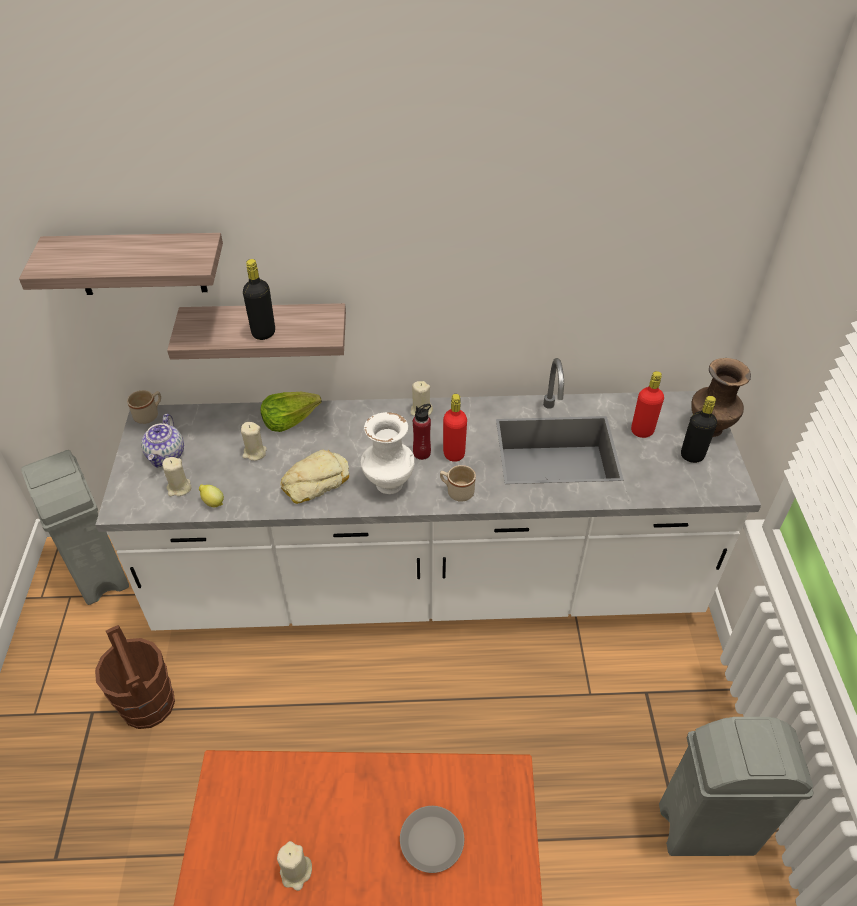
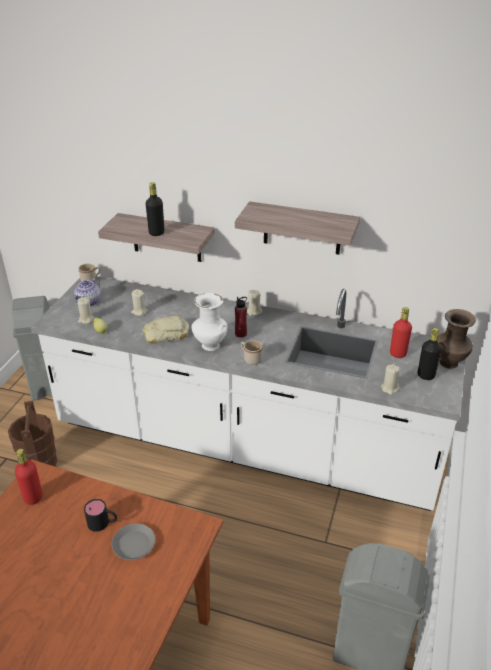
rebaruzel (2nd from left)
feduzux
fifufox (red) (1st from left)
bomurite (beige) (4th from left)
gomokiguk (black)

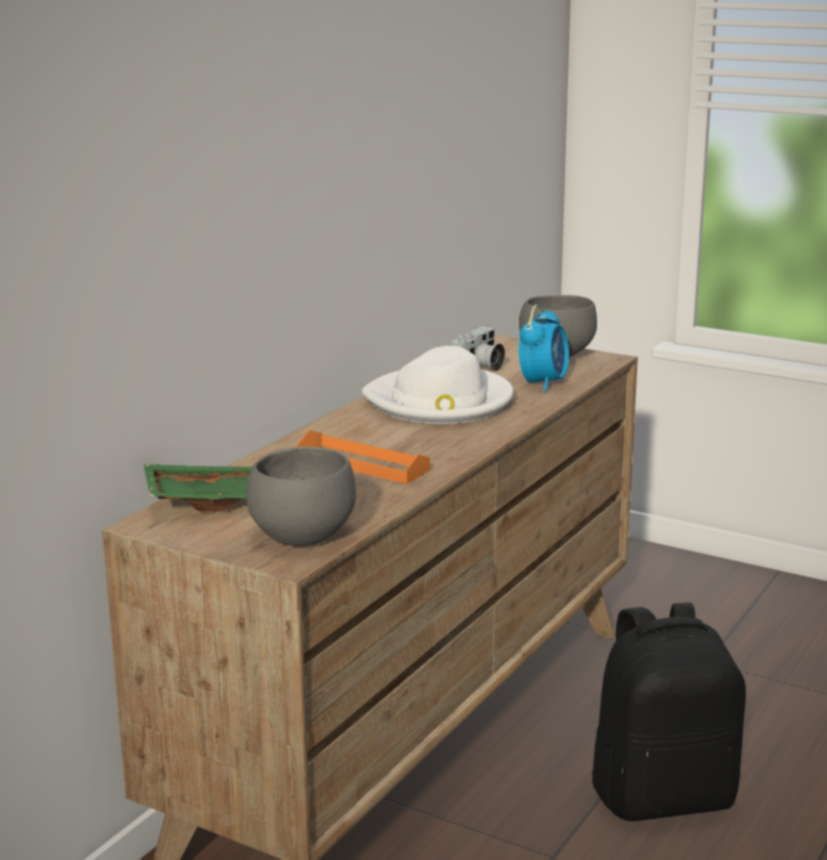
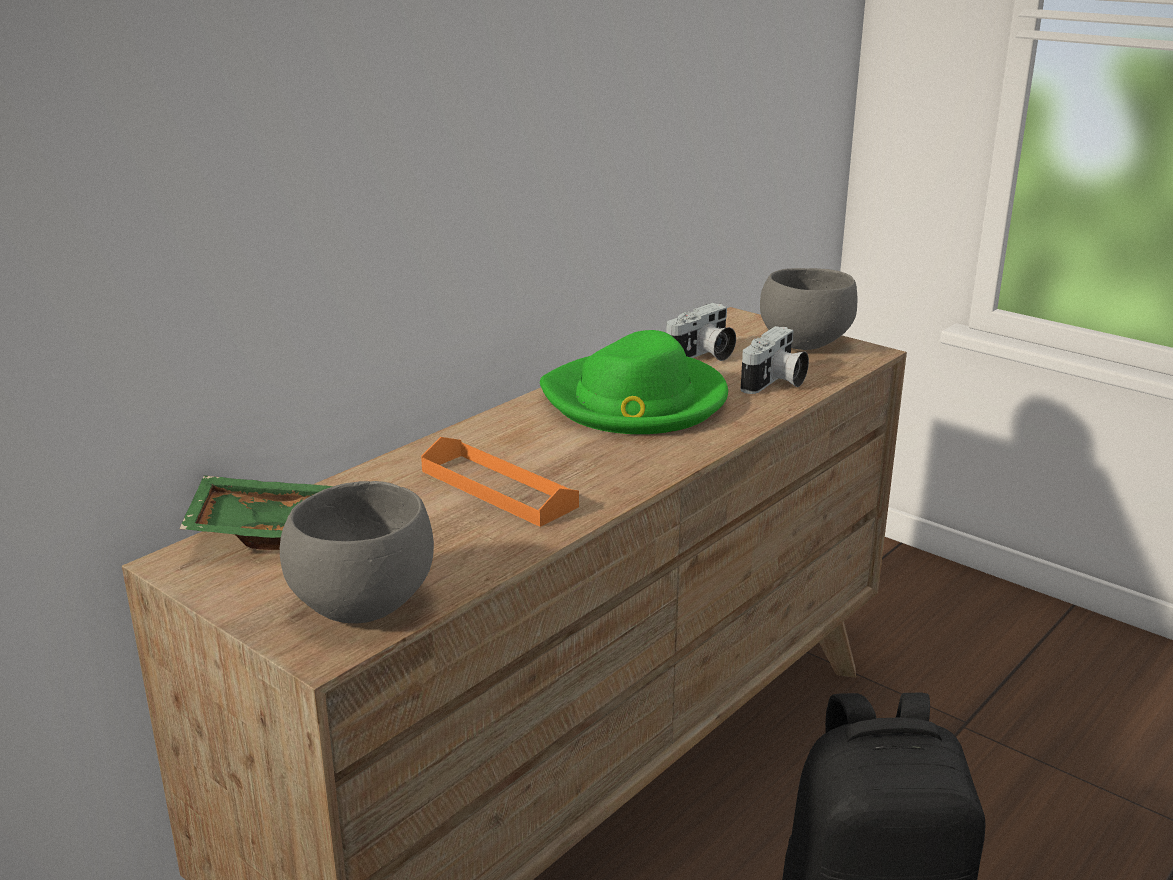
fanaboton (2nd from left)
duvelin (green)

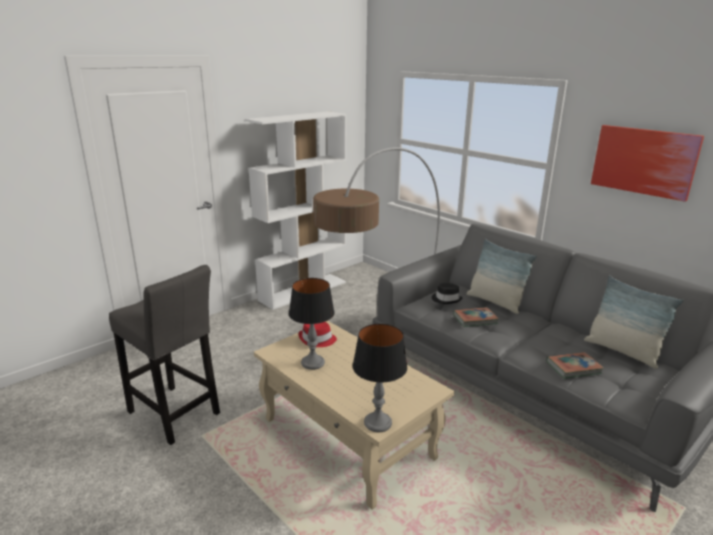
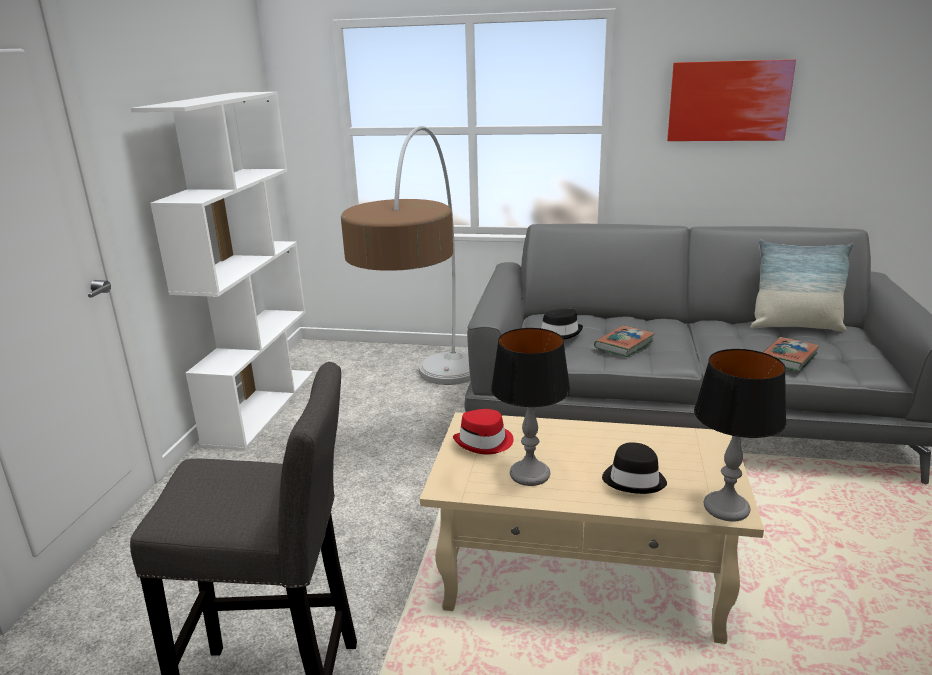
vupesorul (1st from left in the first image)
duvelin (black) (2nd from left)

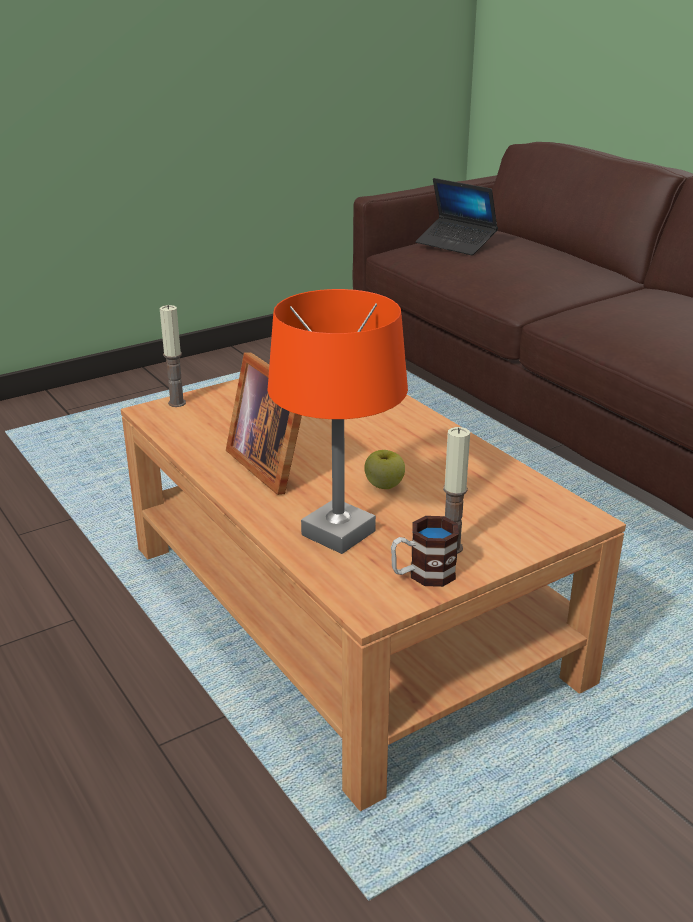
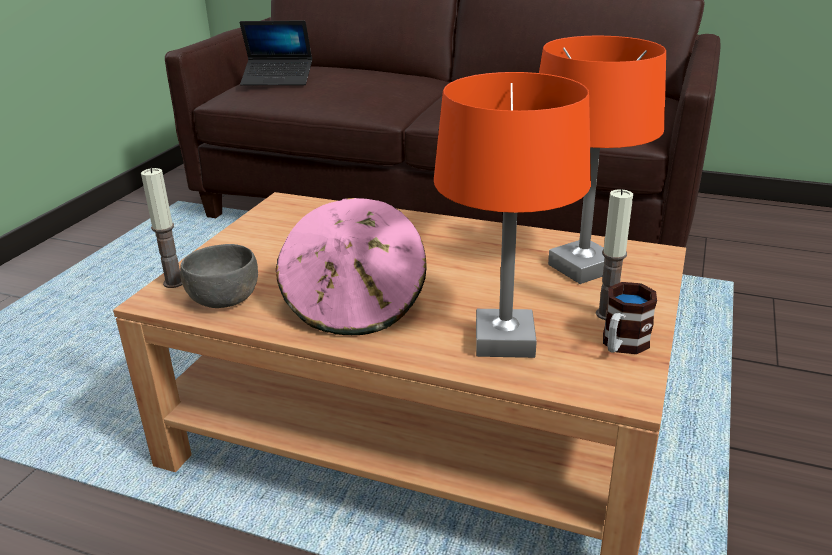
duvelin (pink)
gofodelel
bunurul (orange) (2nd from left)
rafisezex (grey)

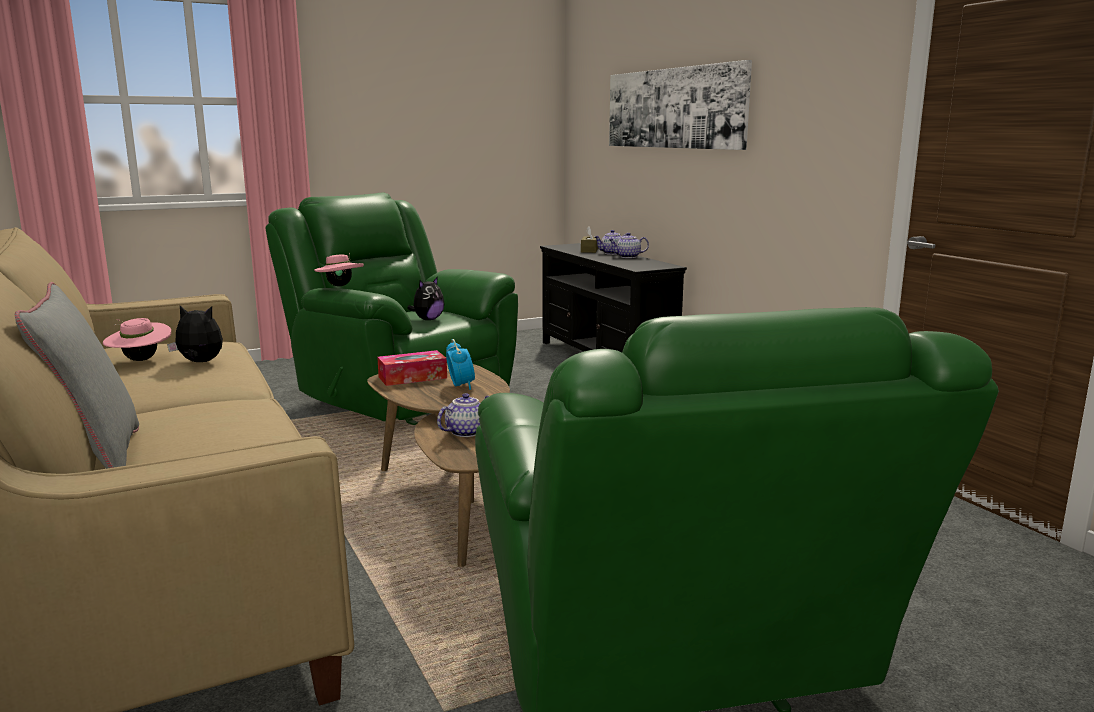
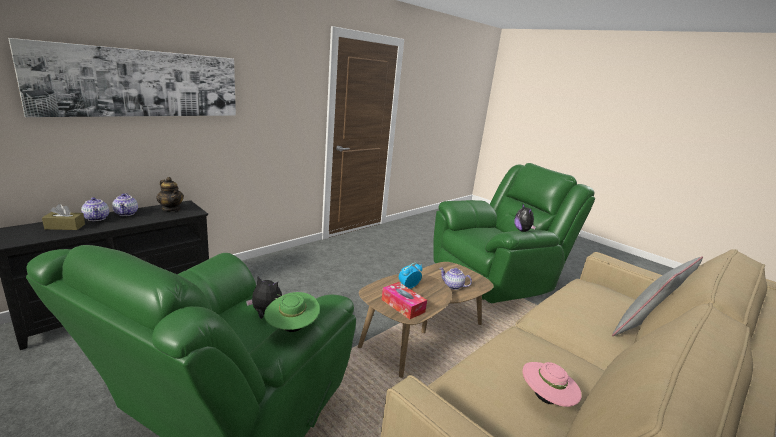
duvelin (green)
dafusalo (2nd from left)
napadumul (3rd from left)

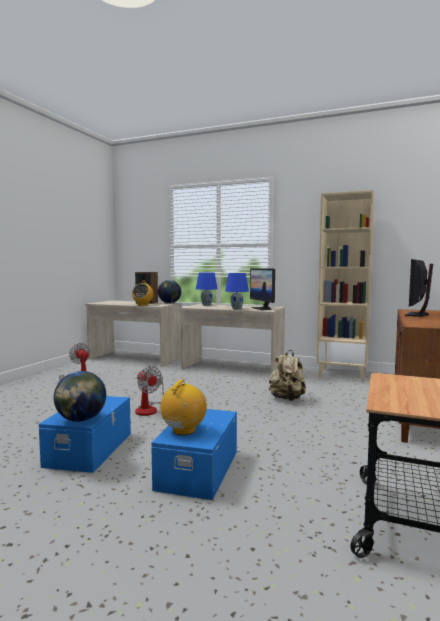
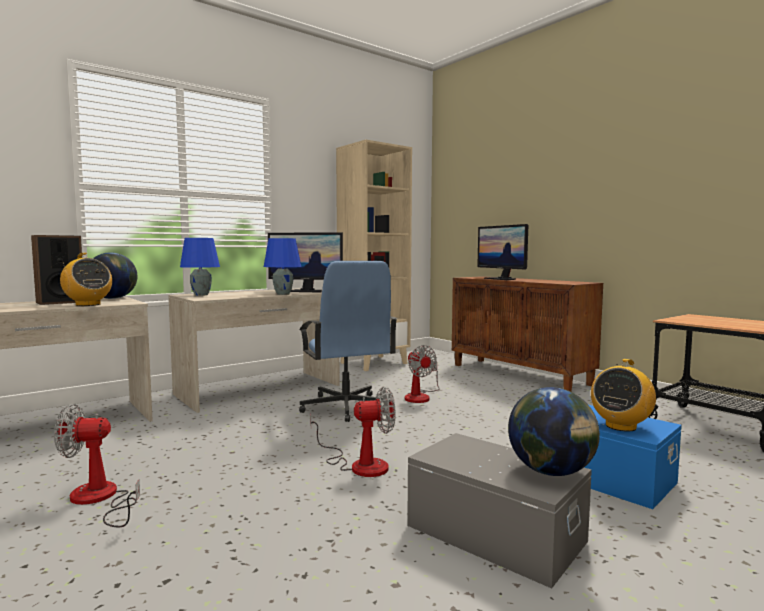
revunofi (3rd from left)
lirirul (2nd from left)
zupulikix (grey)
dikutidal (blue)

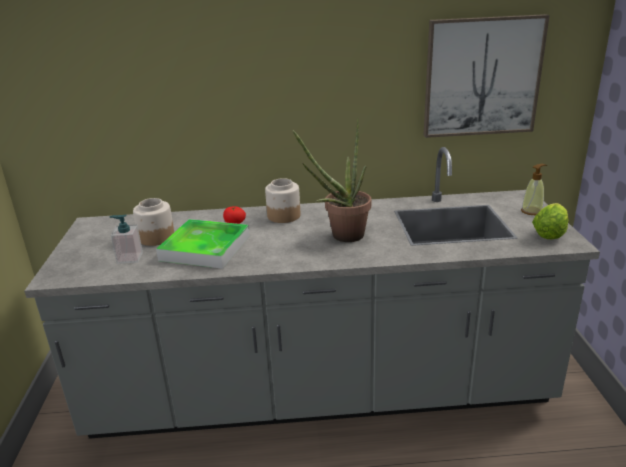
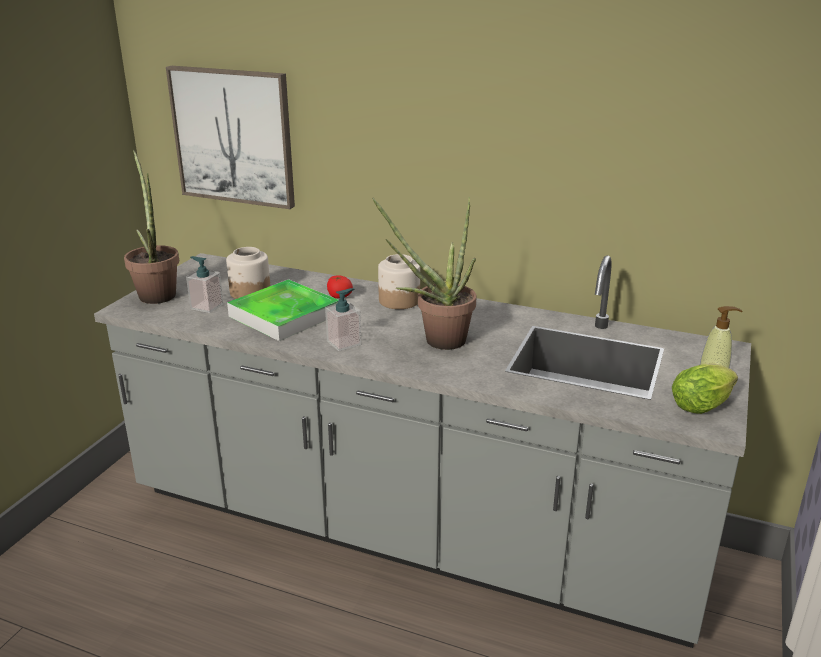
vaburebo
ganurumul (1st from left)
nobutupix (2nd from left)

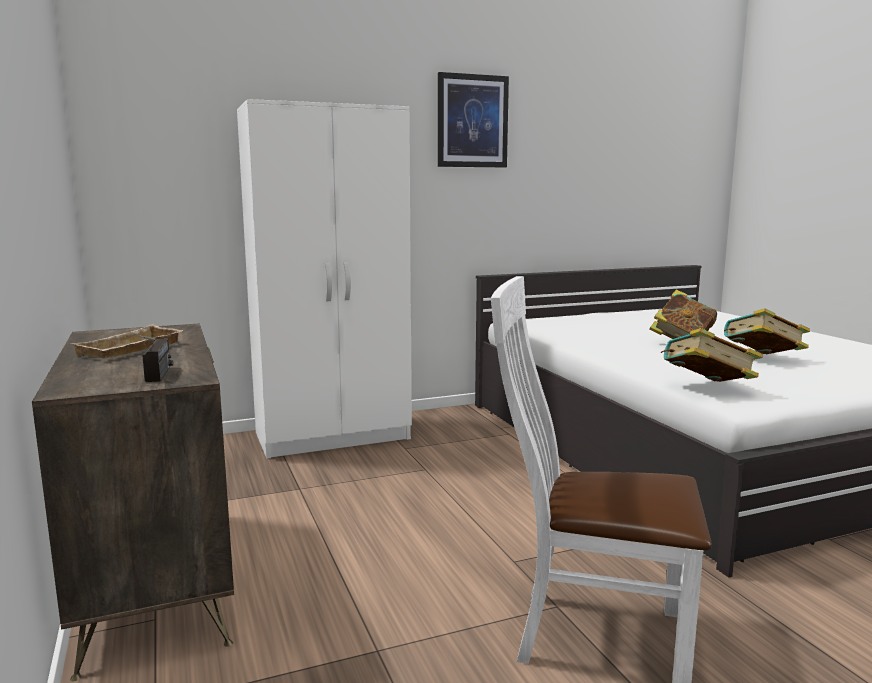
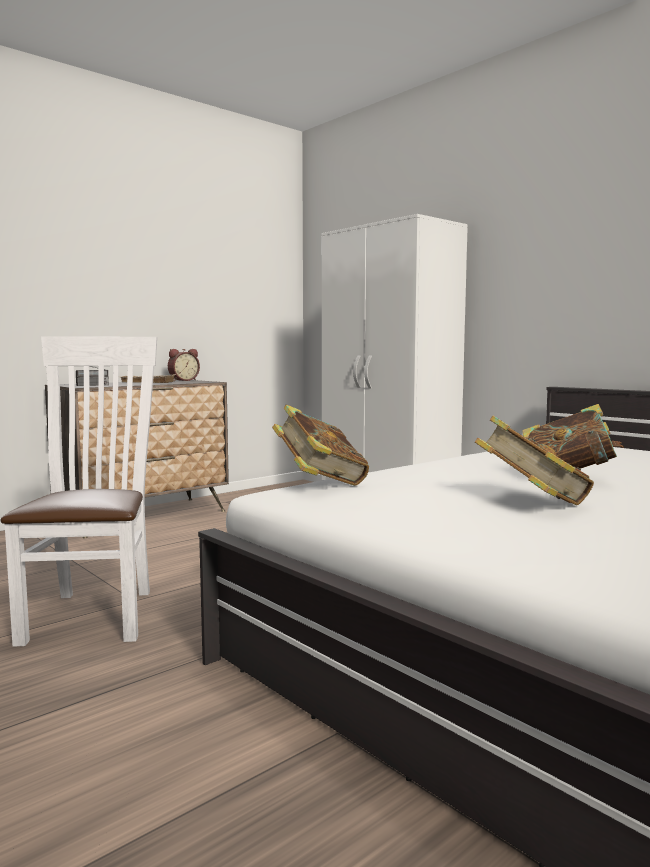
vaburebo
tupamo

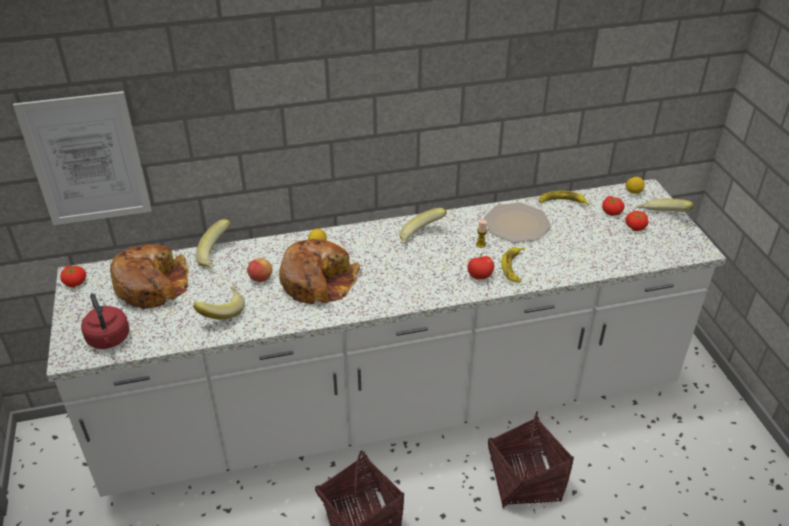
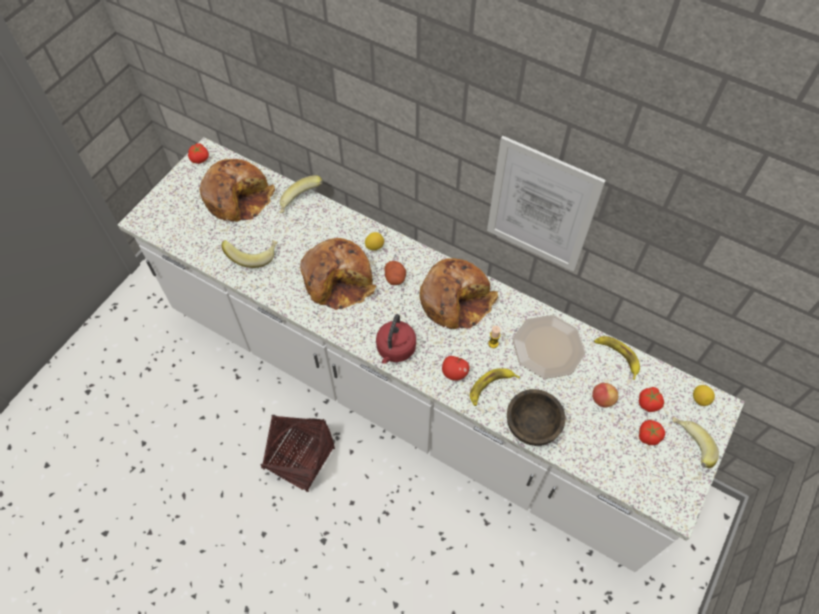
vaburebo
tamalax (3rd from left)
gofodelel (2nd from left)
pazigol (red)
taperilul (2nd from left in the first image)
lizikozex
rafisezex (brown)

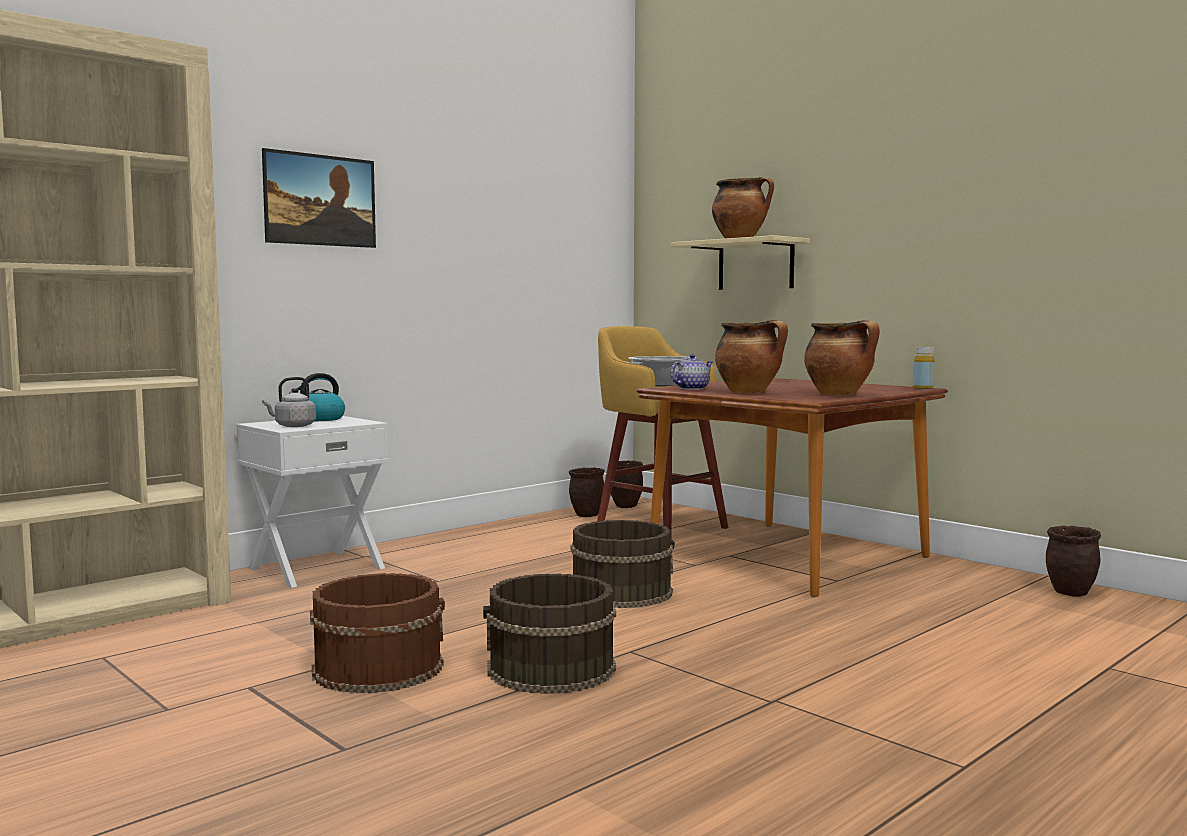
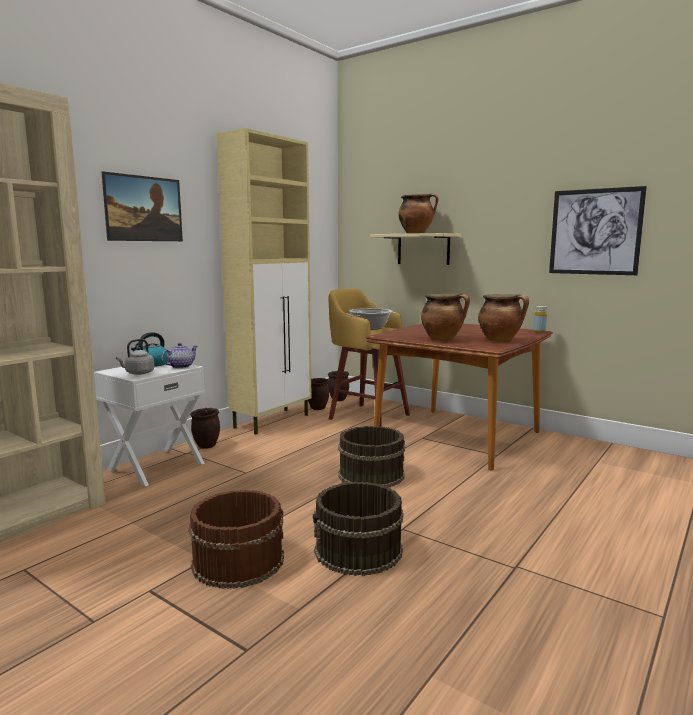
napadumul
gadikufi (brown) (1st from left)
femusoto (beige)
vaburebo (2nd from left)

